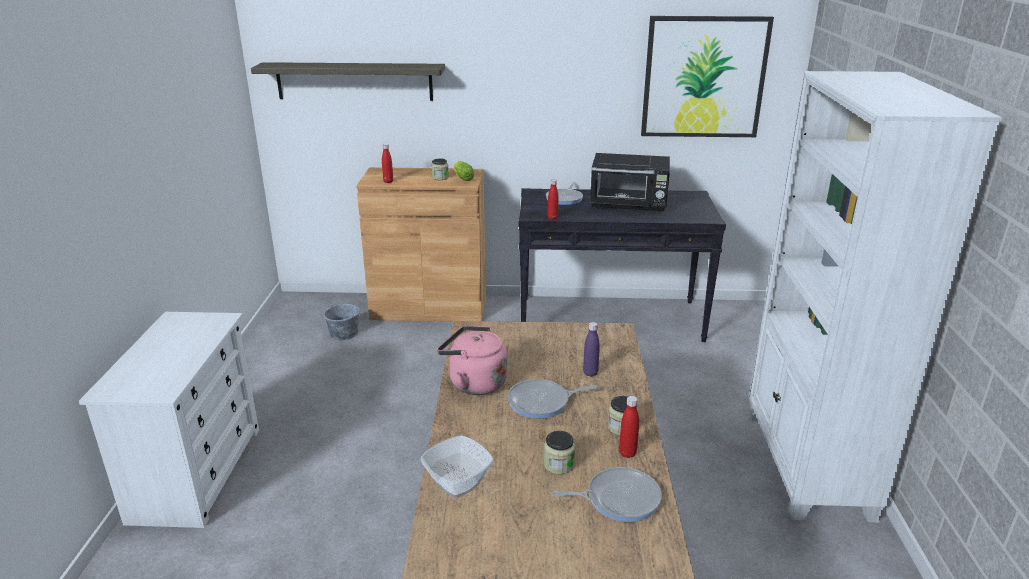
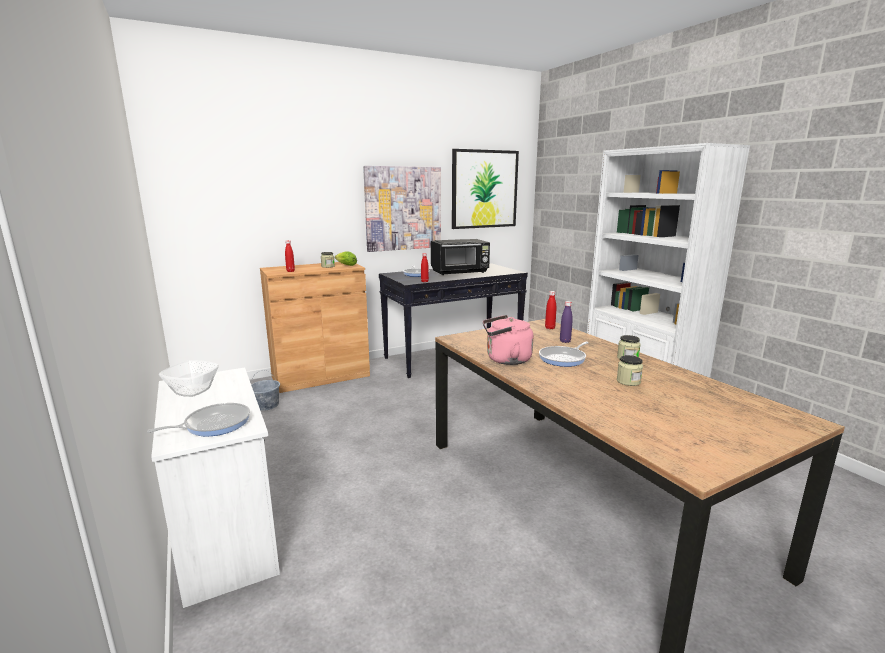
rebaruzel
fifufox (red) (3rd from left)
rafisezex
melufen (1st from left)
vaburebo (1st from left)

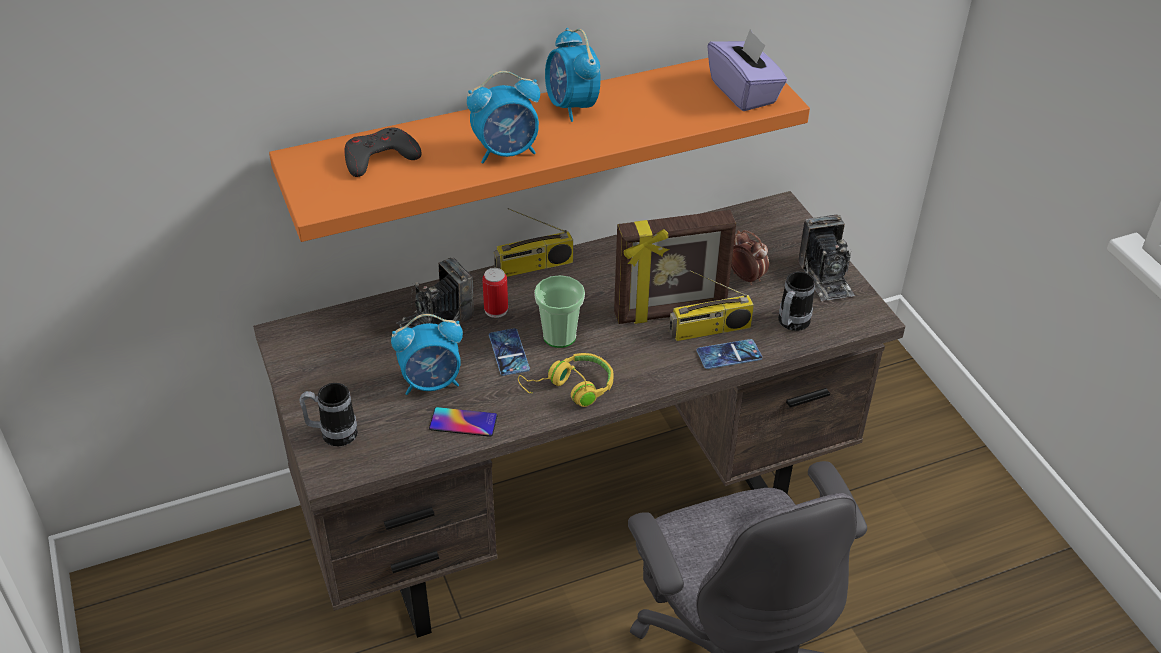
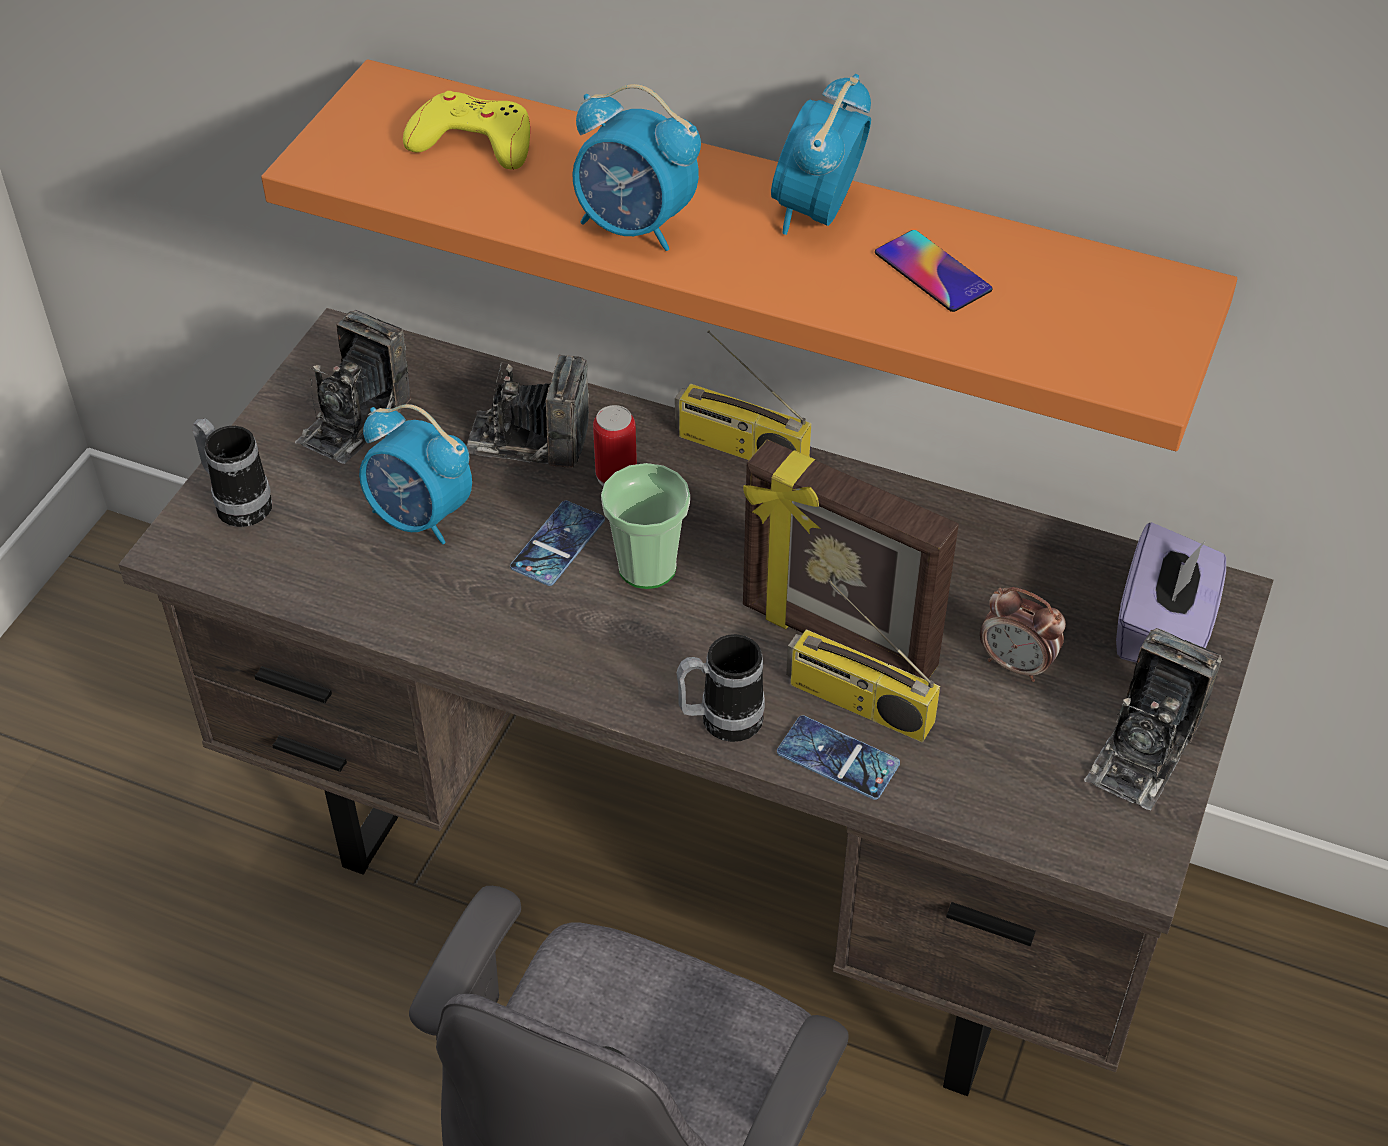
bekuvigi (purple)
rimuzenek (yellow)
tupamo (4th from left)
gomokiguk (2nd from left)
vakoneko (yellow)
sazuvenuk (3rd from left)
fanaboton (1st from left)

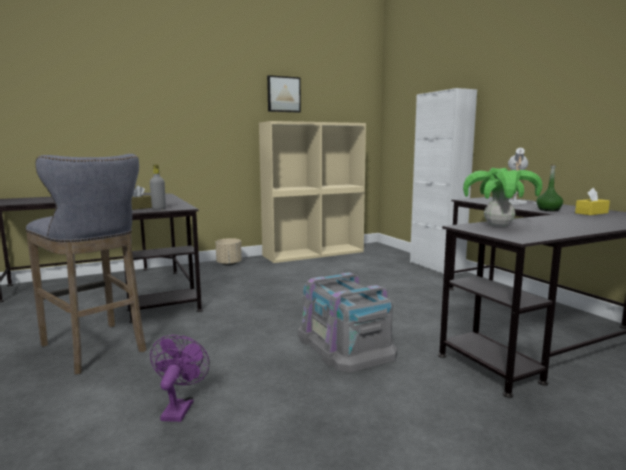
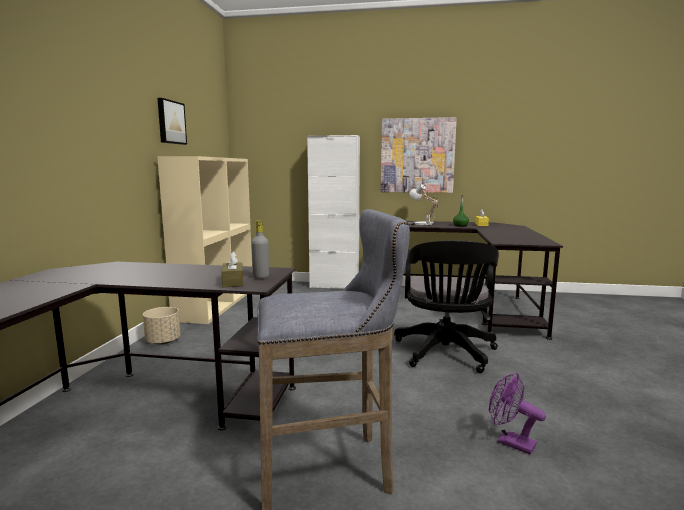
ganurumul
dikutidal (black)
vaburebo (2nd from left)

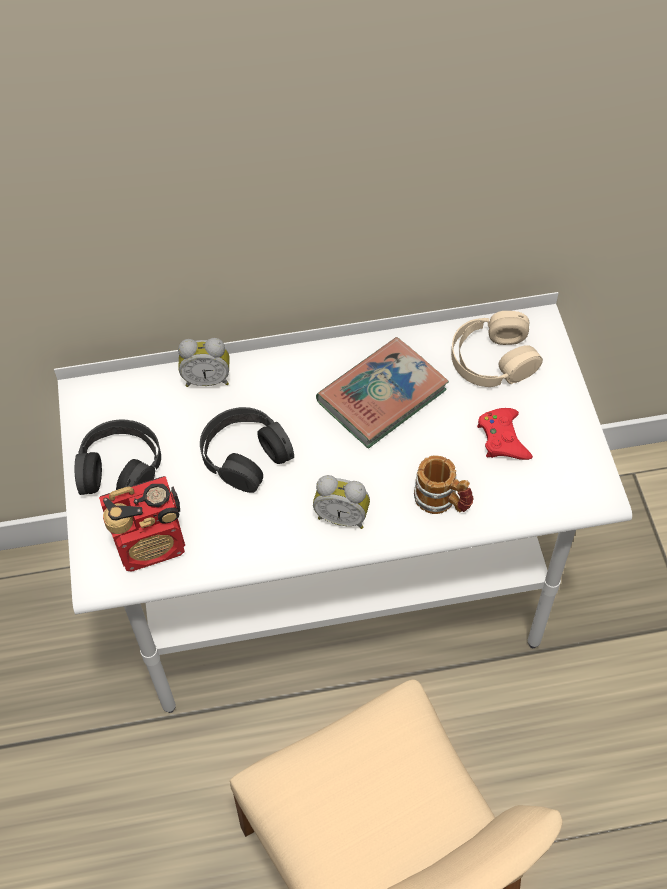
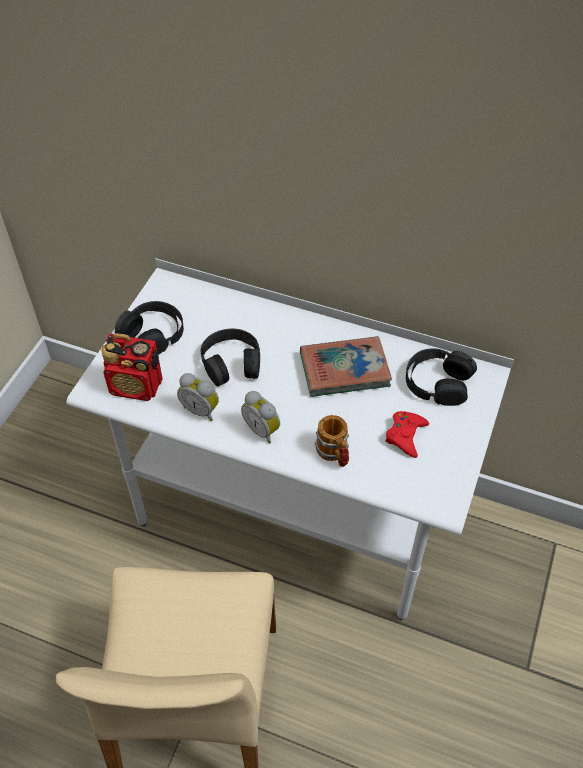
vakoneko (black) (3rd from left)
tupamo (1st from left)

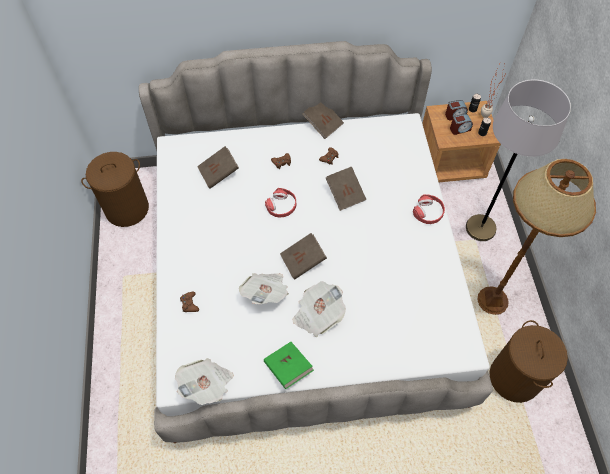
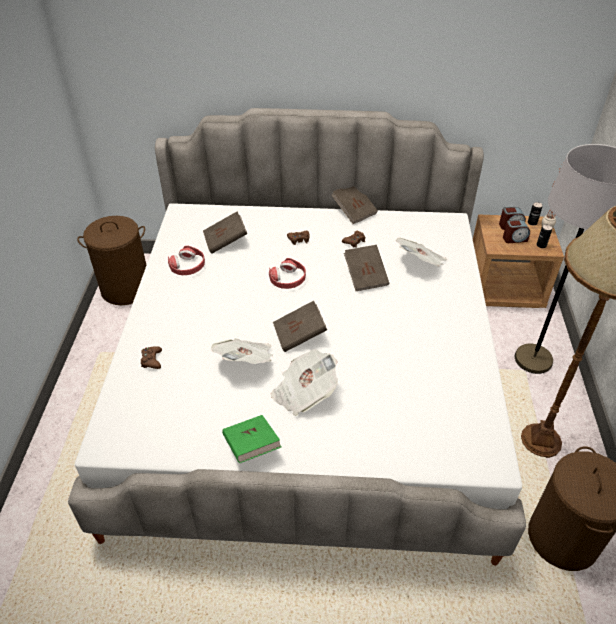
vakoneko (red) (1st from left)
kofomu (3rd from left)

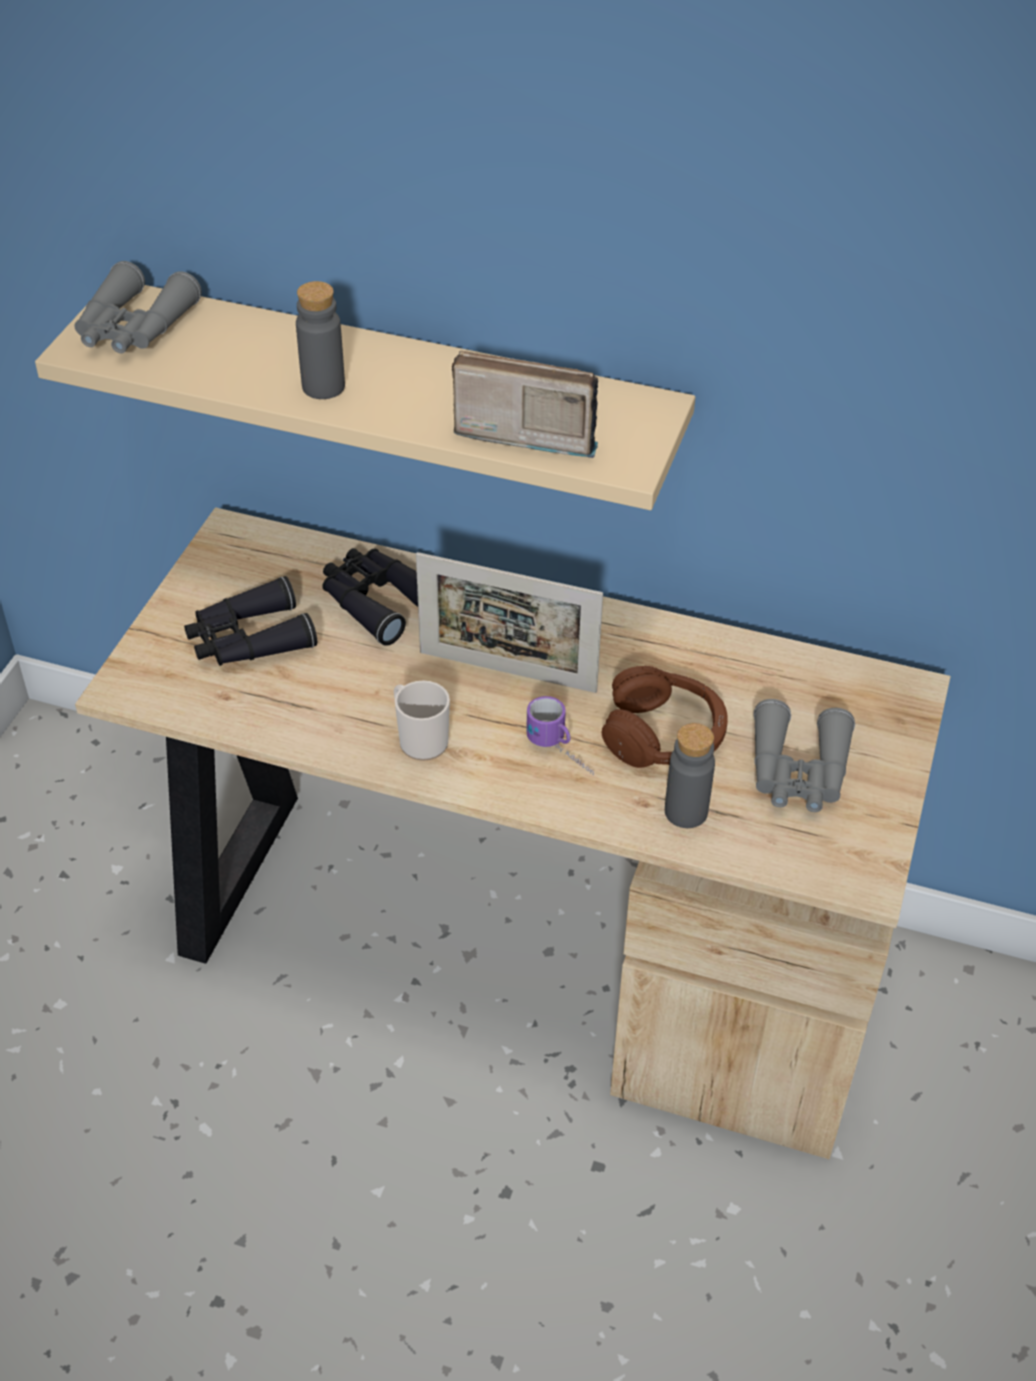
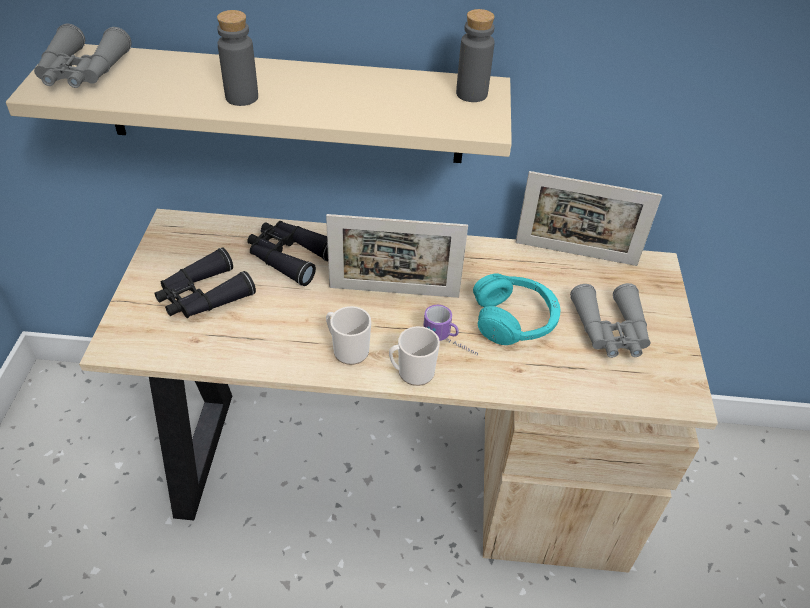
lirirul
vakoneko (turquoise)
fifufox (grey) (2nd from left)
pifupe (2nd from left)
gomokiguk (2nd from left)

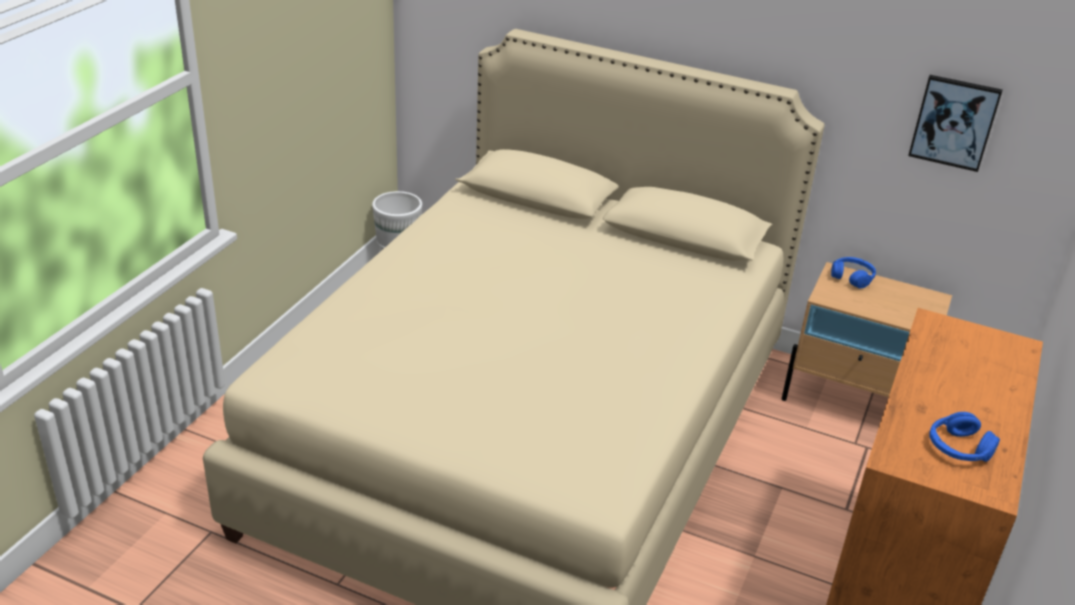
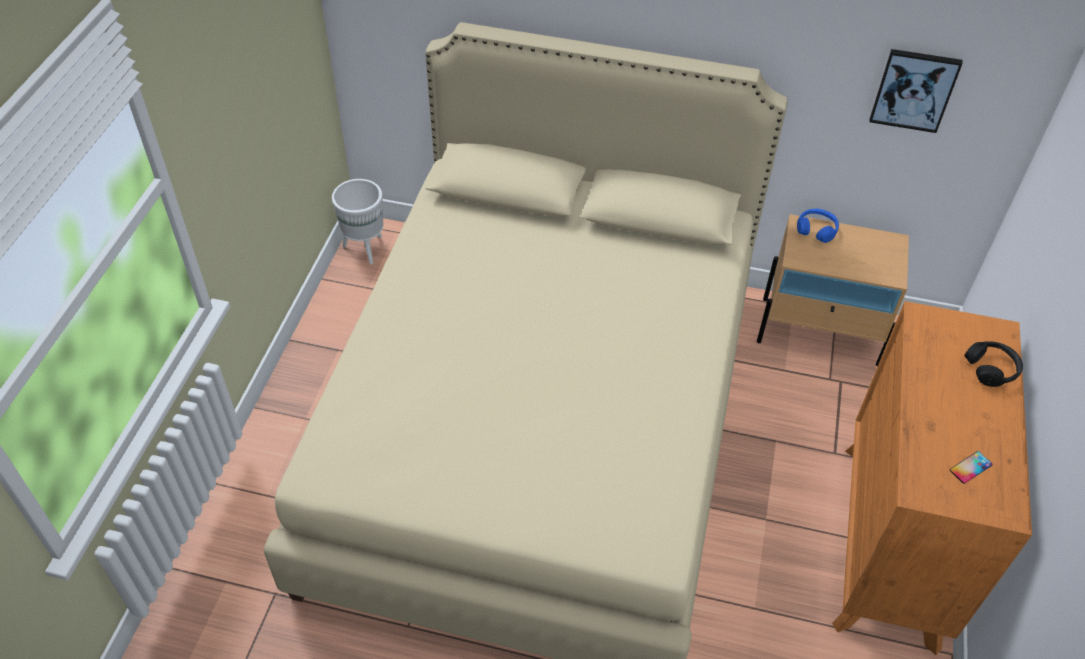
sazuvenuk
vakoneko (black)

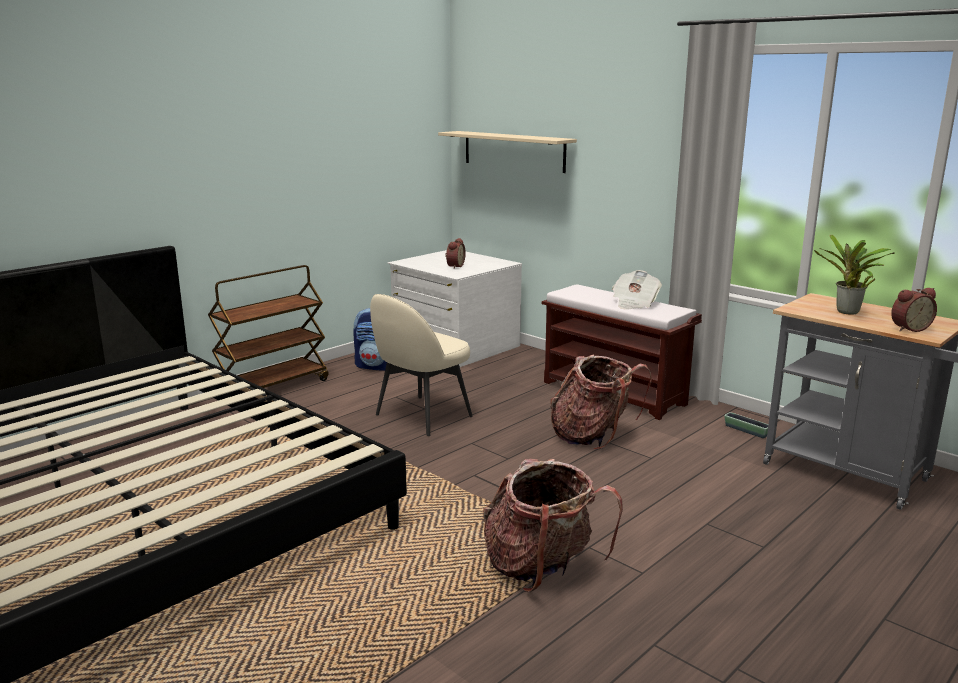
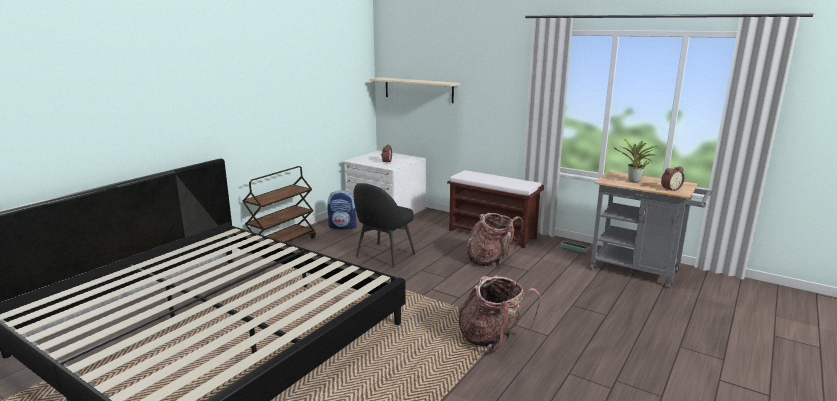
kofomu
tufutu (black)

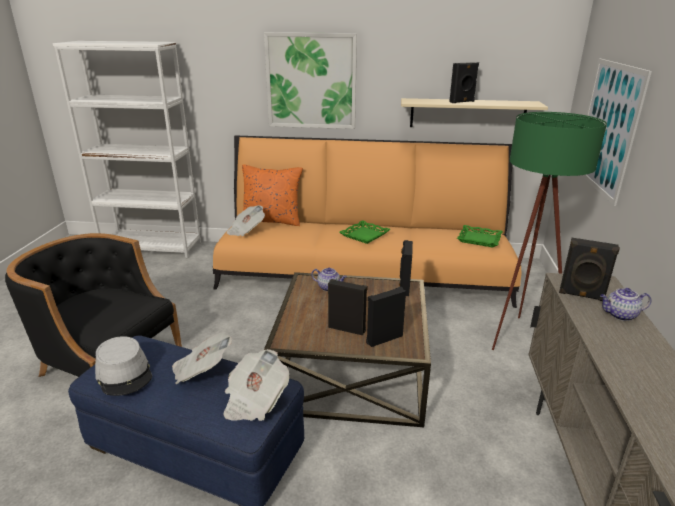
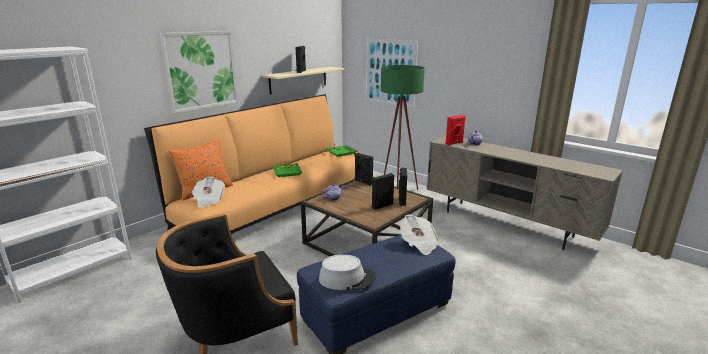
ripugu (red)
kofomu (1st from left in the first image)

